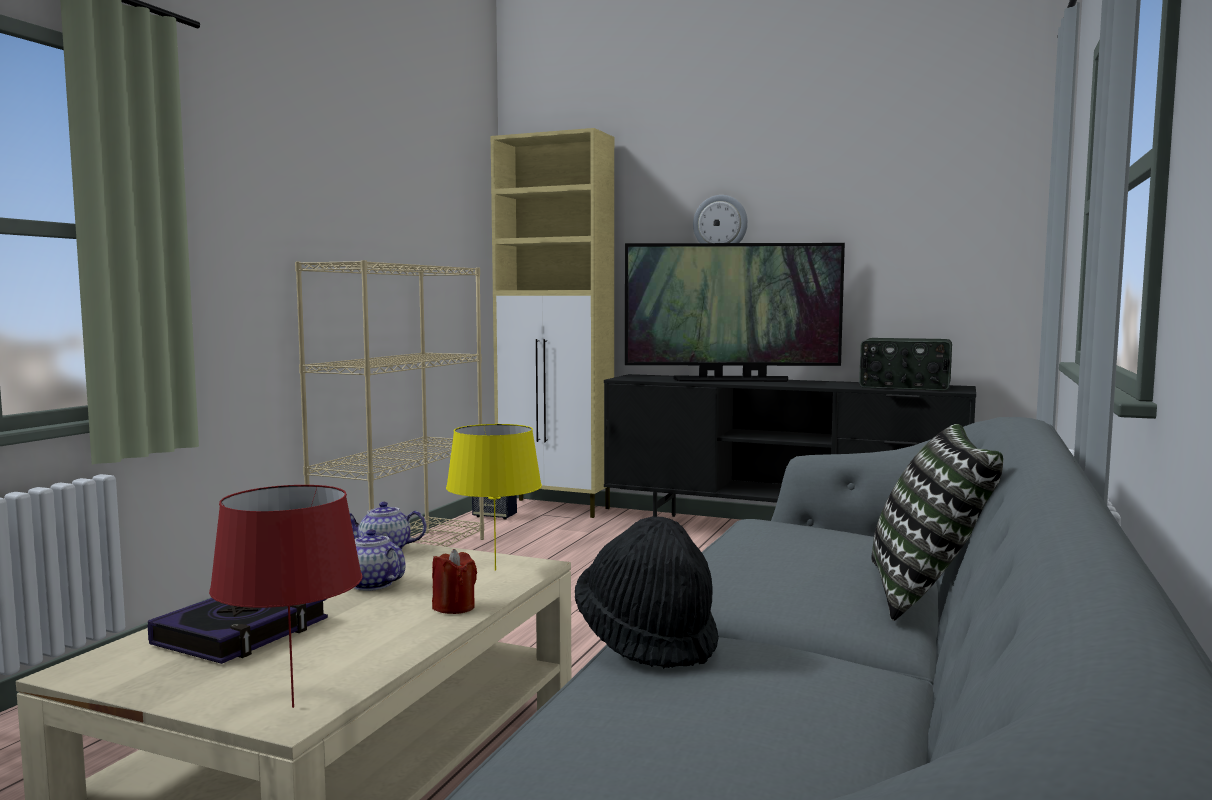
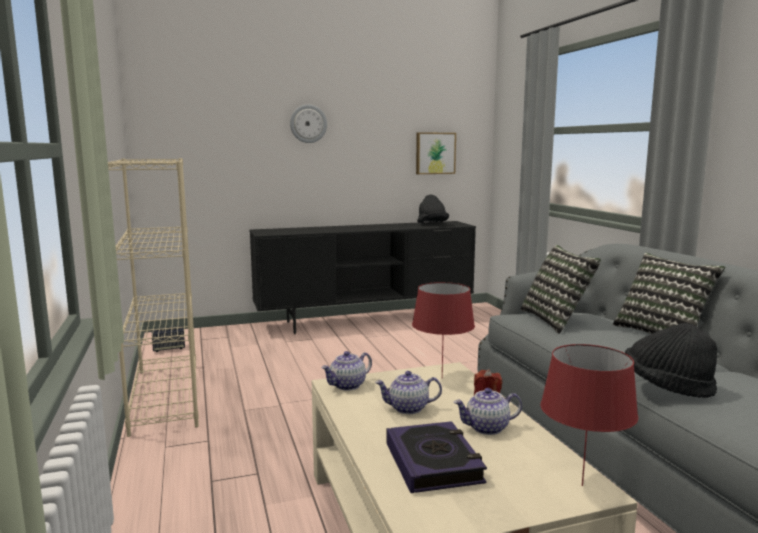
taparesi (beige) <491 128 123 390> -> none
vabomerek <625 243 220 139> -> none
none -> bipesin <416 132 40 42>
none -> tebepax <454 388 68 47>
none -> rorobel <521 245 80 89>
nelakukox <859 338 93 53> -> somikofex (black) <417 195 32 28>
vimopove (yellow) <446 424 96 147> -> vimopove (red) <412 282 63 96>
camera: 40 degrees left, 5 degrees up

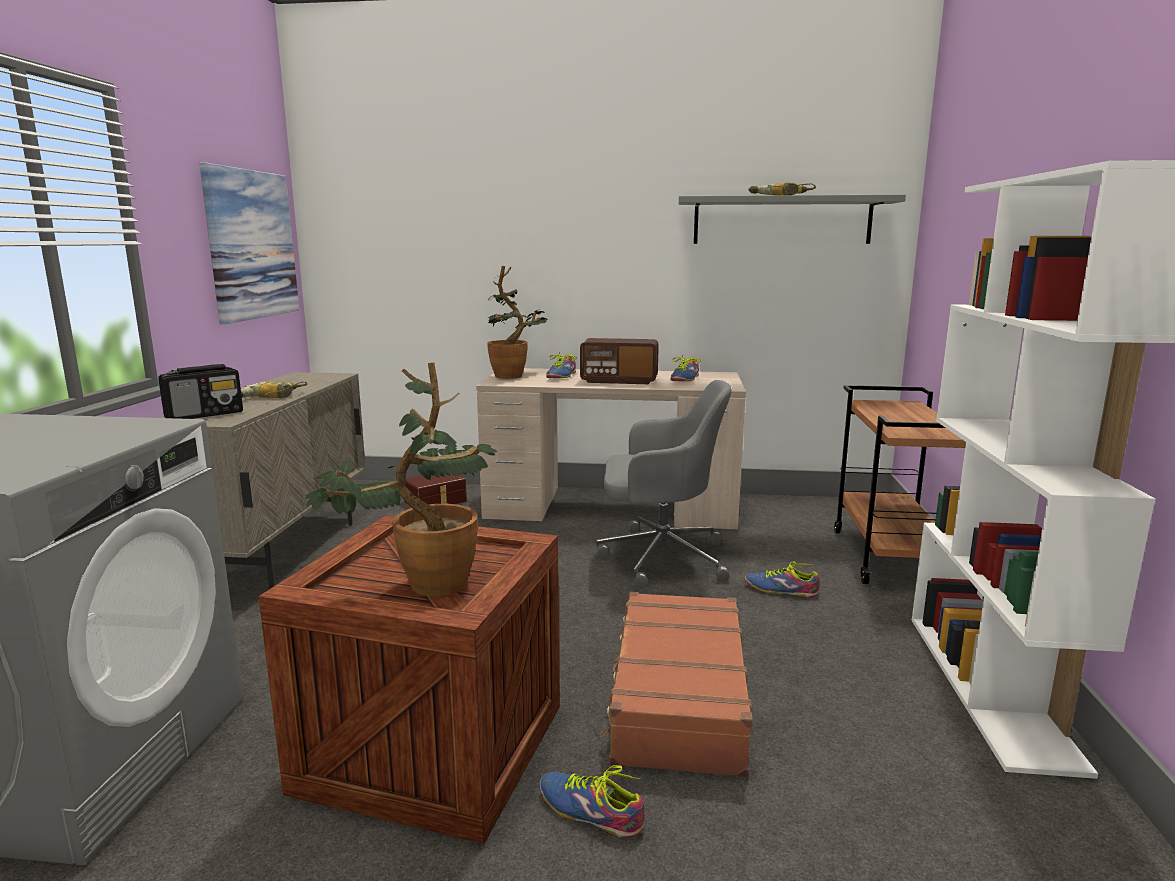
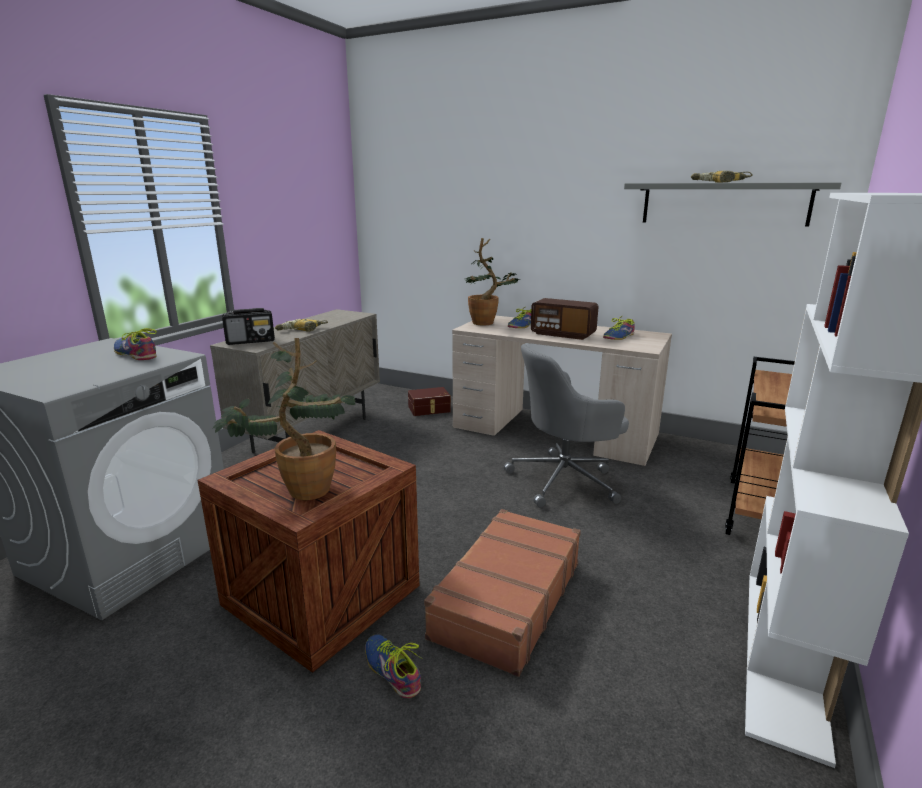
bipesin <199 163 100 161> -> none
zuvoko <745 561 75 36> -> zuvoko <114 328 43 32>, moved
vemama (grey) <596 380 136 209> -> vemama (grey) <504 344 125 163>, 135 degrees clockwise
camera: 20 degrees right, 5 degrees up

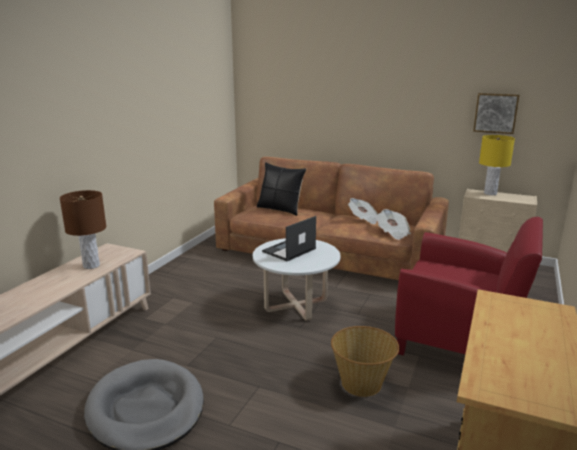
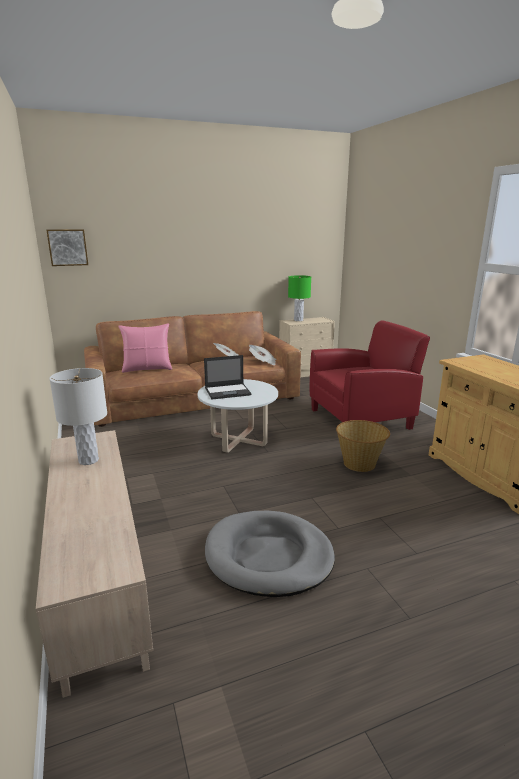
bipesin <473 93 46 41> -> bipesin <46 229 42 37>, moved
vimopove (brown) <60 190 46 79> -> vimopove (white) <49 368 58 97>
rorobel (black) <257 162 49 54> -> rorobel (pink) <119 323 53 50>
vimopove (yellow) <479 135 36 60> -> vimopove (green) <288 275 23 46>
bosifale <262 216 54 45> -> bosifale <204 355 48 44>, 105 degrees counterclockwise
camera: 45 degrees left, 0 degrees up

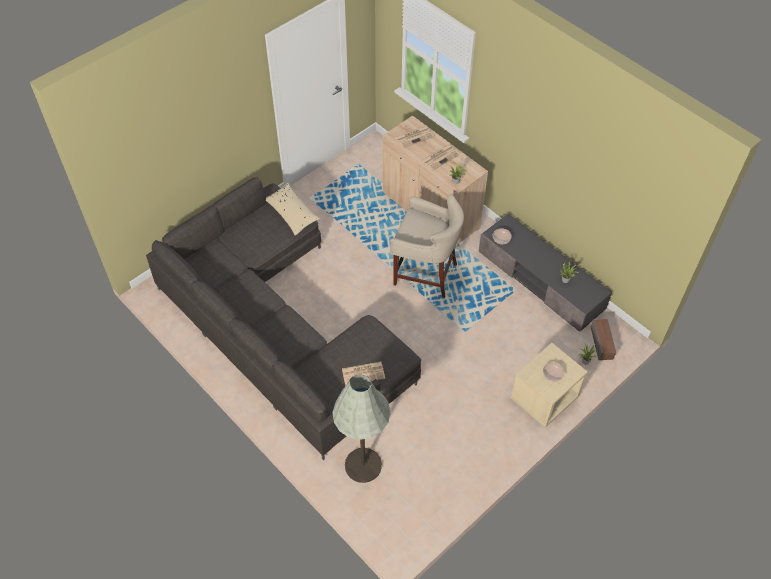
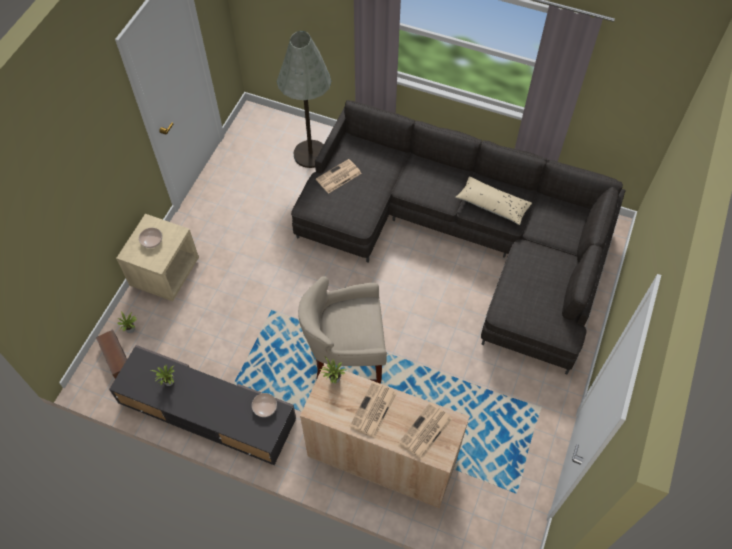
rorobel (beige) <266 183 54 53> -> rorobel (beige) <455 176 77 49>, moved
camera: 155 degrees right, 5 degrees up

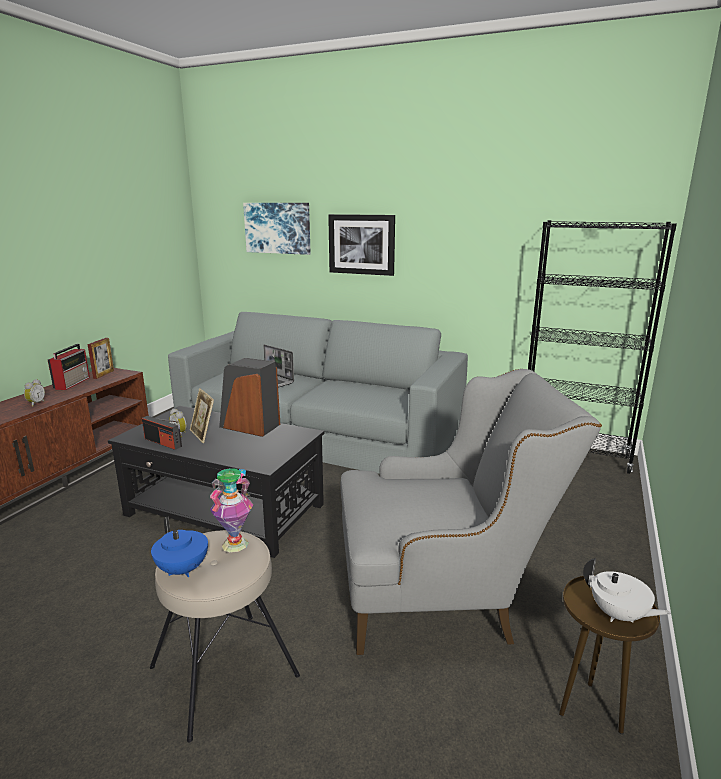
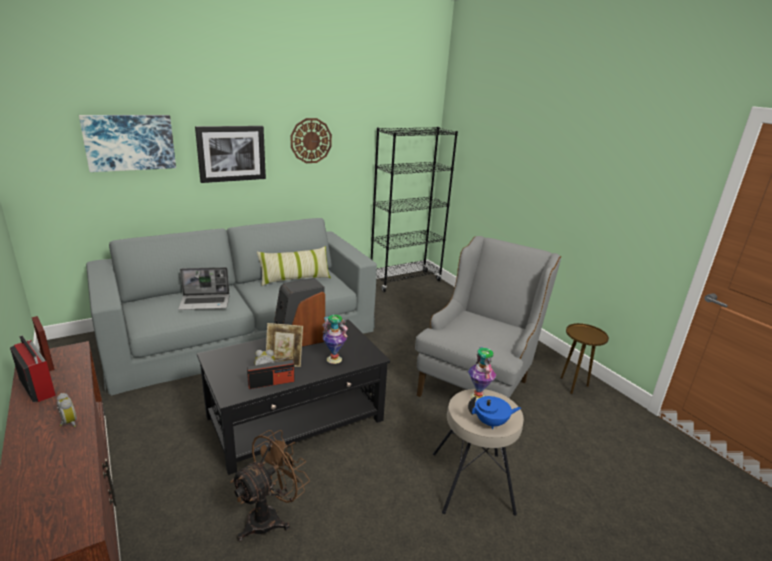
tebepax (white) <583 558 88 65> -> none
none -> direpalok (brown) <230 430 80 112>
none -> rorobel <257 246 74 40>
none -> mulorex <291 118 41 45>
none -> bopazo <322 315 26 49>
camera: 55 degrees left, 5 degrees up

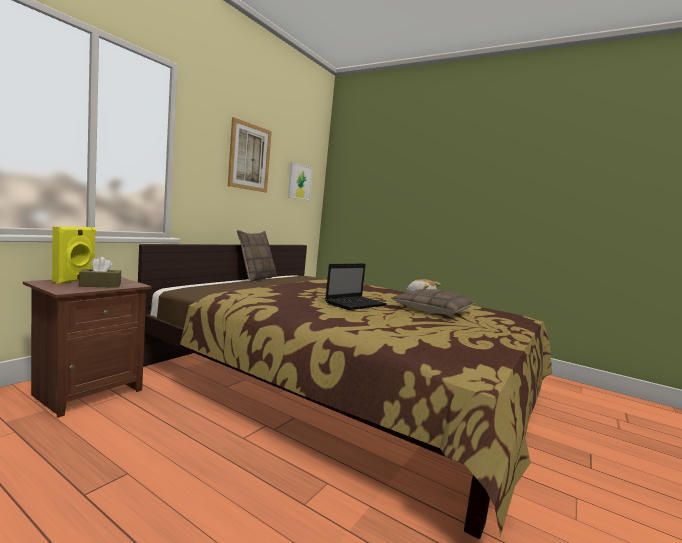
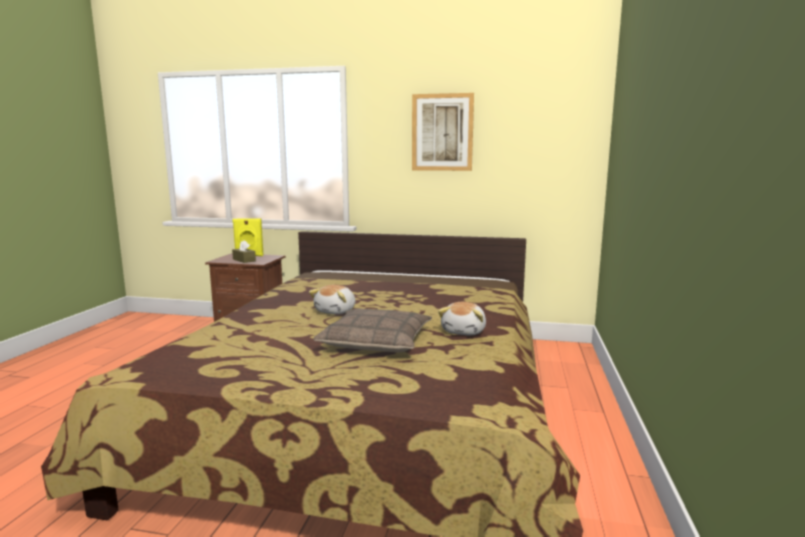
rorobel <237 230 40 52> -> none
bipesin <288 162 25 39> -> none
bosifale <325 264 62 46> -> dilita <309 285 47 29>
camera: 70 degrees right, 5 degrees up

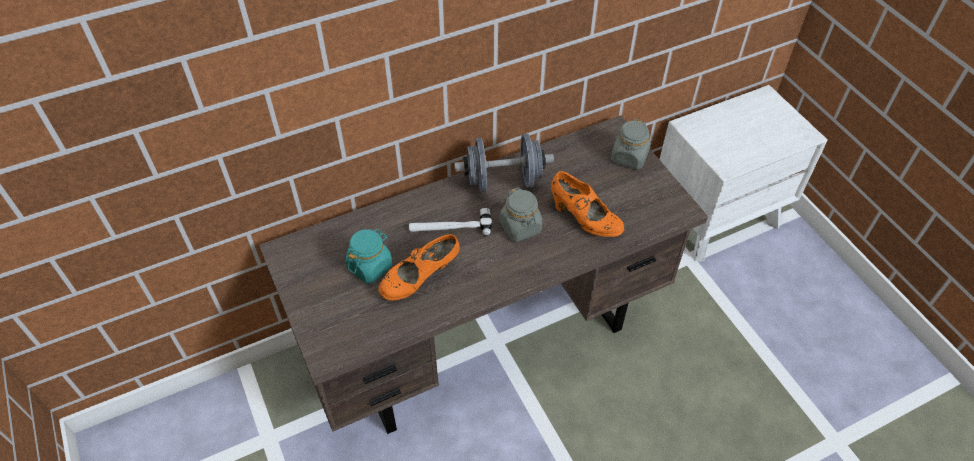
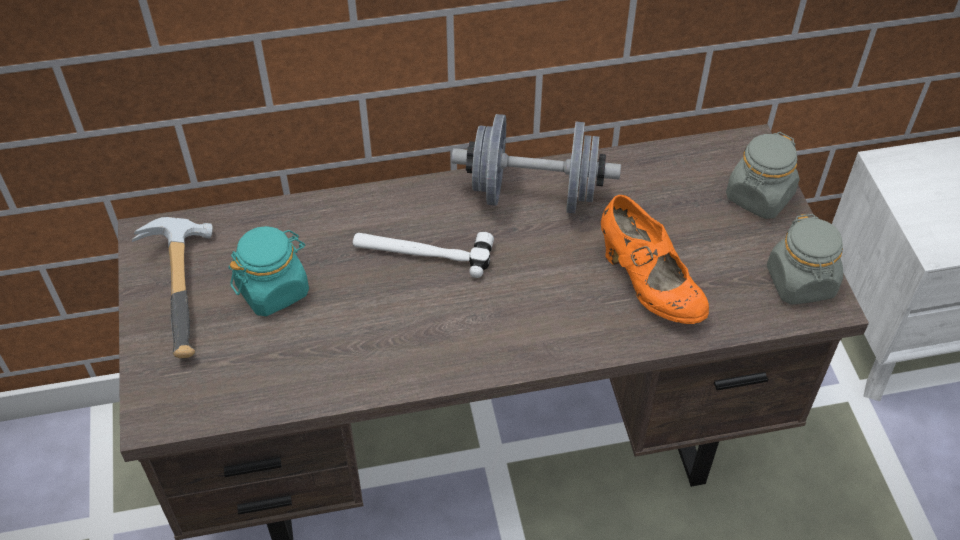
zuvoko (orange) <378 234 81 67> -> none
none -> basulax <132 217 81 141>
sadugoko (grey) <500 188 42 54> -> sadugoko (grey) <767 214 76 90>, moved
camera: 15 degrees right, 0 degrees up

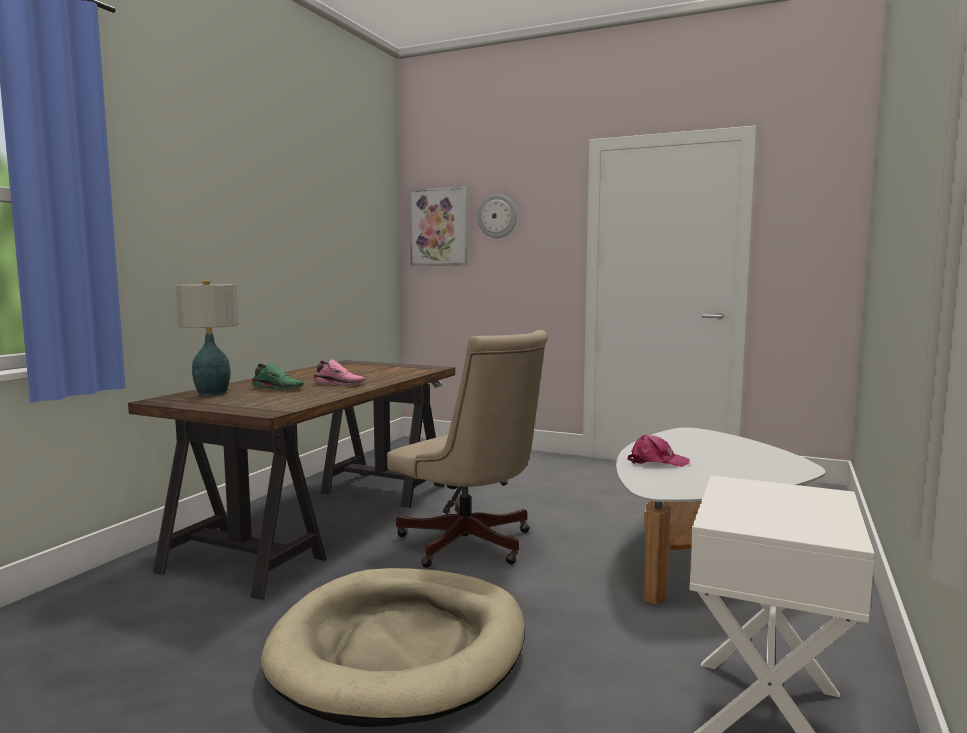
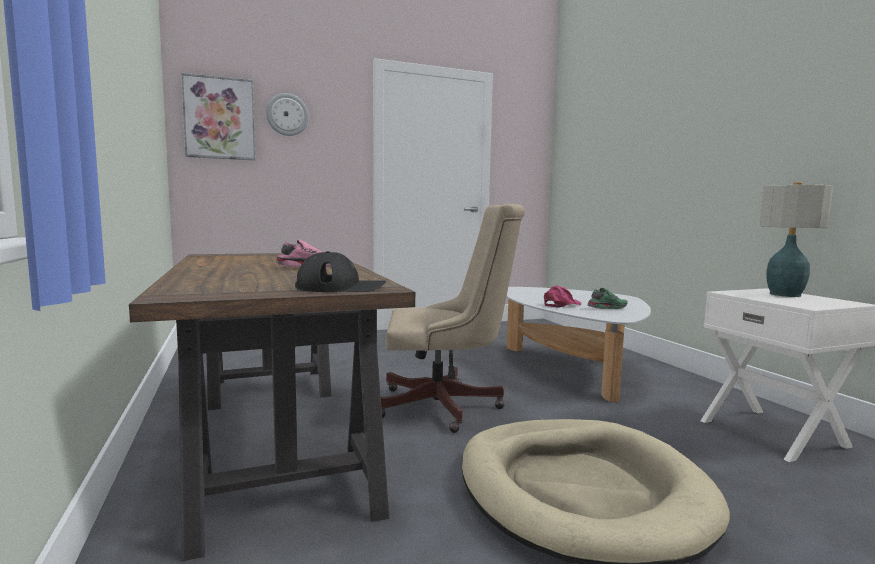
none -> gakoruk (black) <295 251 91 41>
vimopove <176 281 63 115> -> vimopove <760 182 73 115>, moved
zuvoko (green) <251 363 52 28> -> zuvoko (green) <587 288 41 21>, moved
camera: 45 degrees left, 0 degrees up

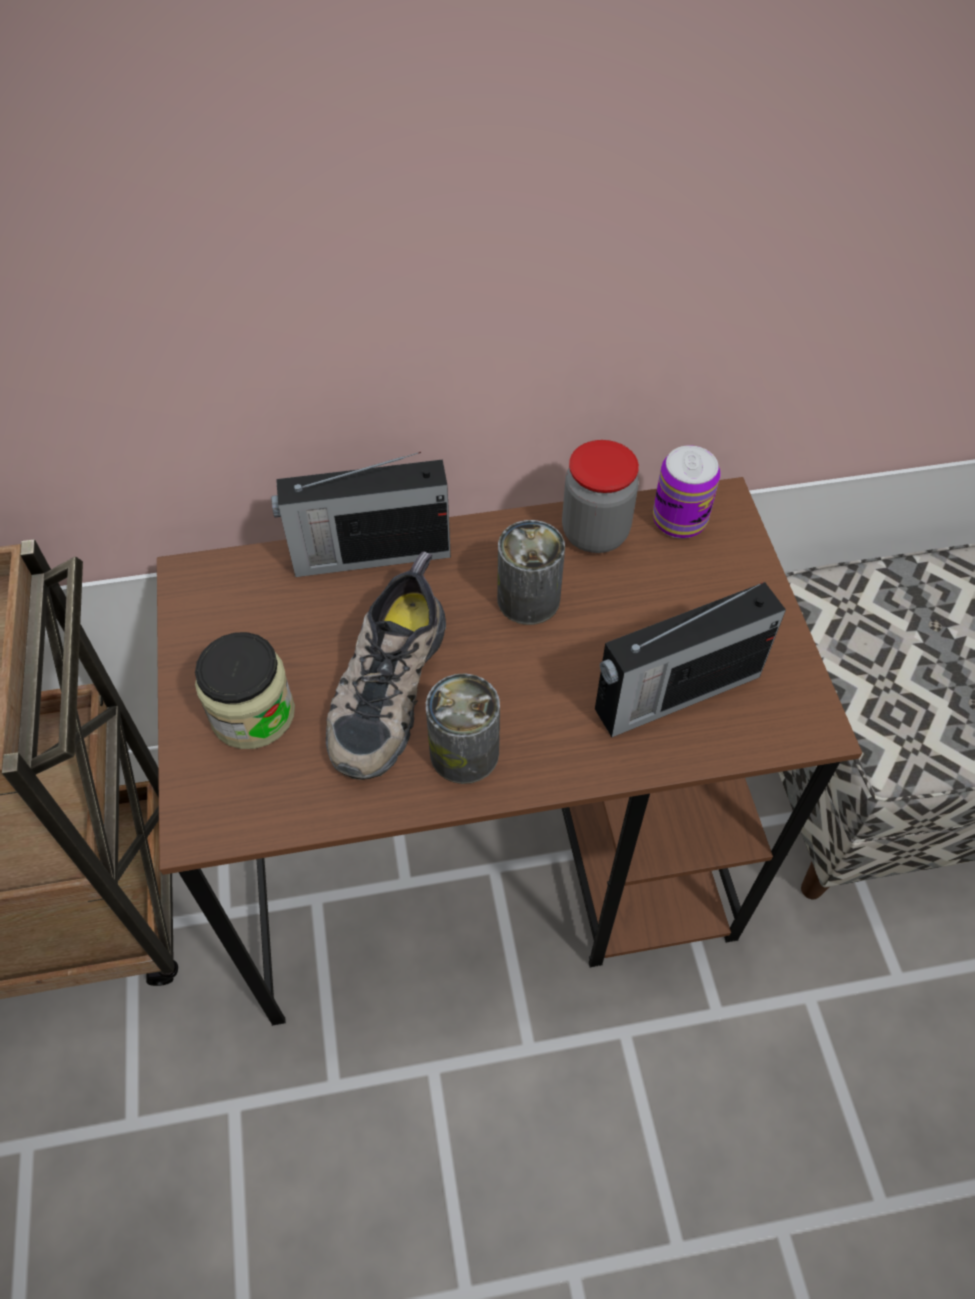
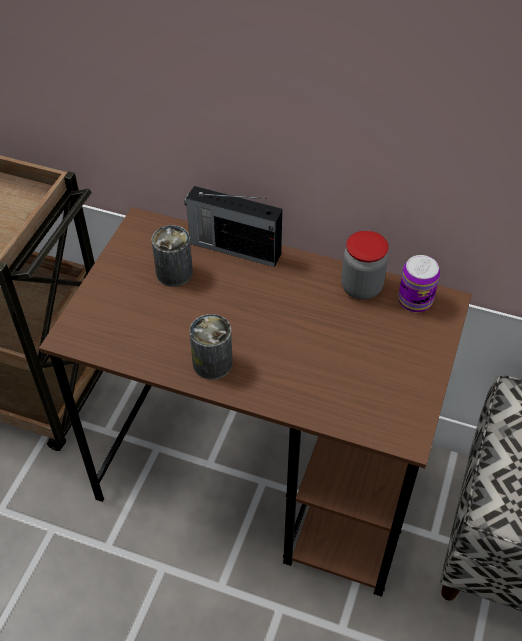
sadugoko <195 632 100 117> -> none
zuvoko <326 551 120 229> -> none
nelakukox <595 582 191 155> -> none
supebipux <497 520 68 105> -> supebipux <151 225 42 62>, moved
camera: 30 degrees right, 5 degrees down

